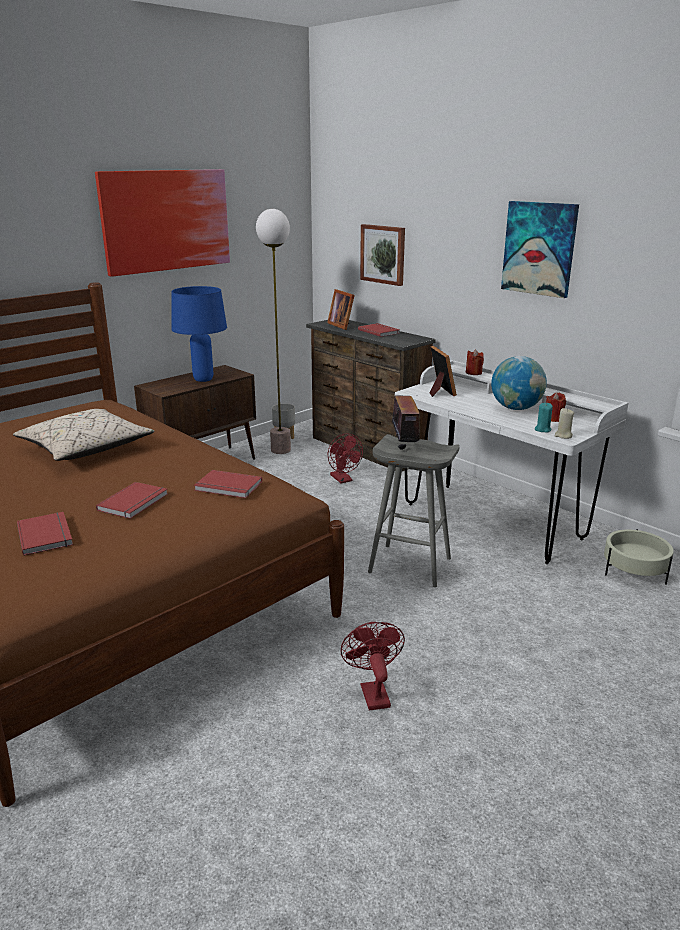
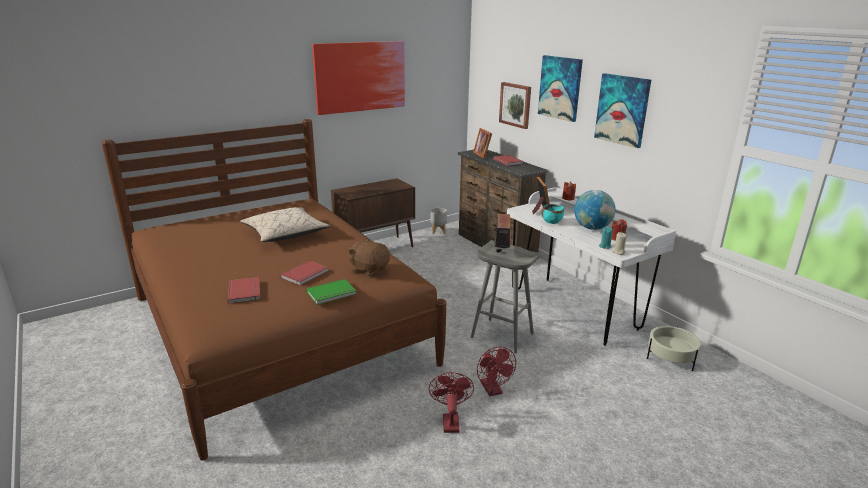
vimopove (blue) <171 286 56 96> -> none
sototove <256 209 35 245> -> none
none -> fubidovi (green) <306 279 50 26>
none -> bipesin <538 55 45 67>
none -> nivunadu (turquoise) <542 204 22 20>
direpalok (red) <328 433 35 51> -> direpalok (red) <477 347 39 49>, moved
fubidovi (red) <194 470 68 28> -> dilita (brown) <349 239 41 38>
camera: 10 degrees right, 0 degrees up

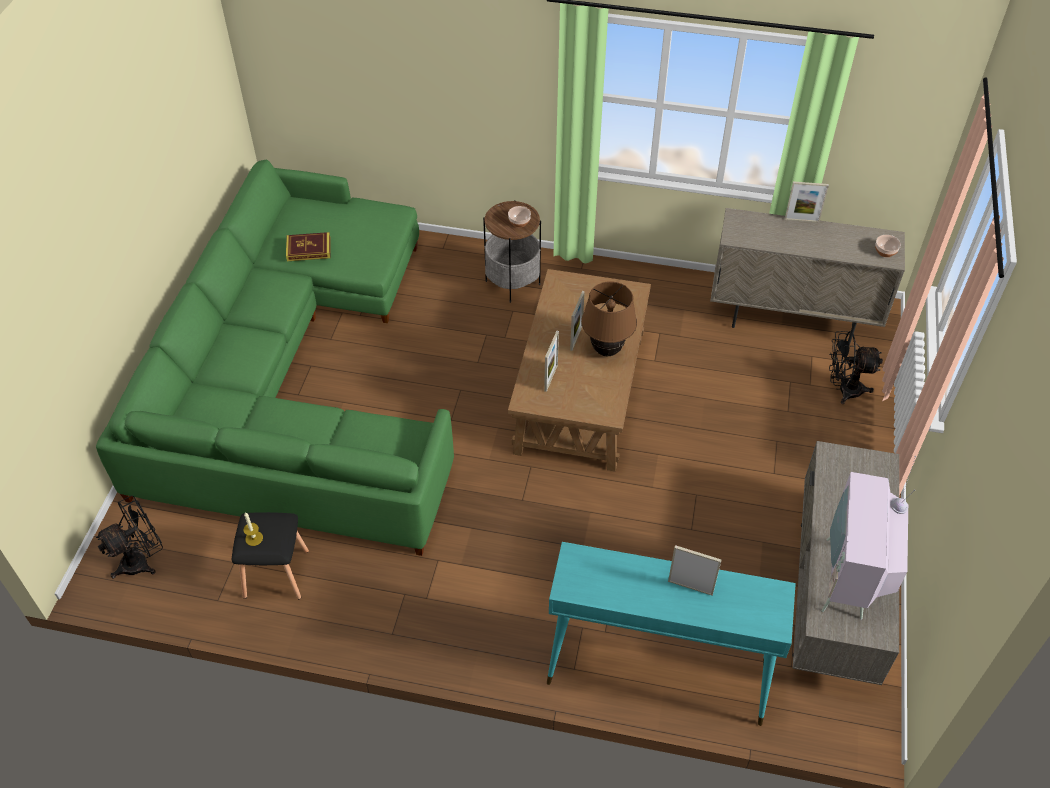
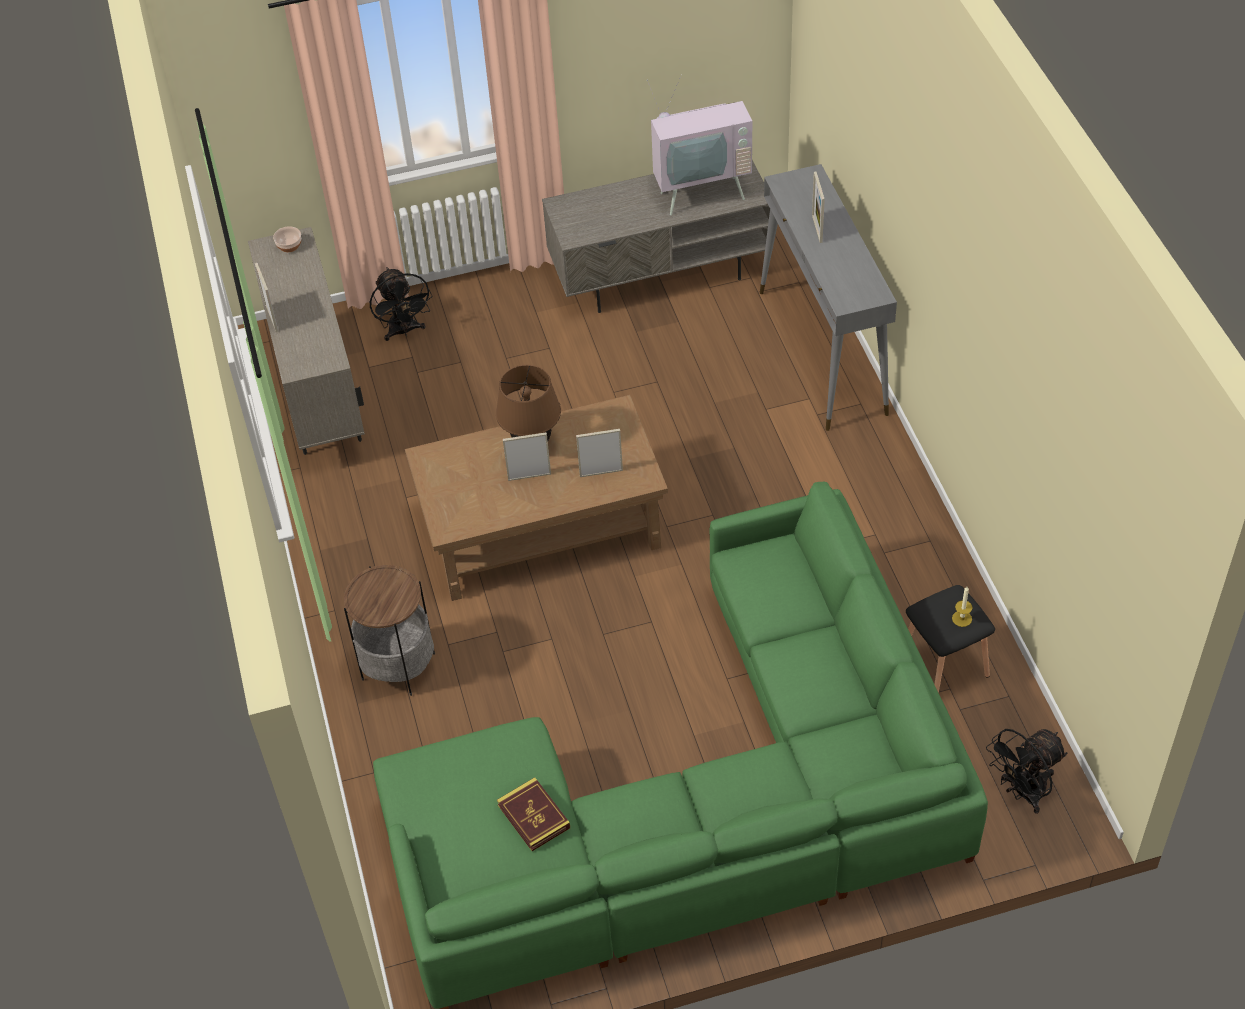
nivunadu <508 206 23 21> -> none
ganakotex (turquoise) <547 542 249 184> -> ganakotex (grey) <760 164 137 267>
direpalok (black) <96 495 67 84> -> direpalok (black) <986 729 82 85>, 60 degrees counterclockwise
camera: 115 degrees left, 0 degrees up

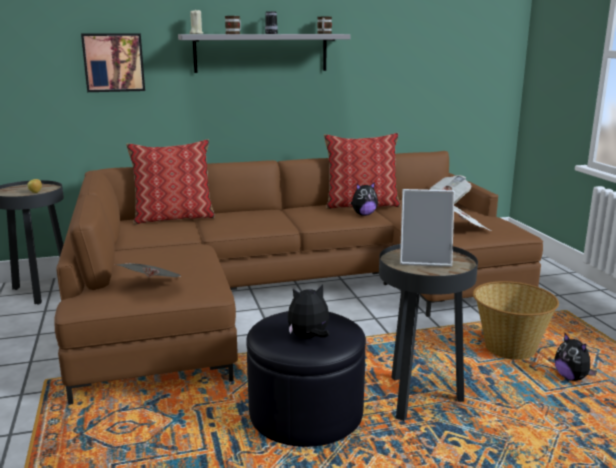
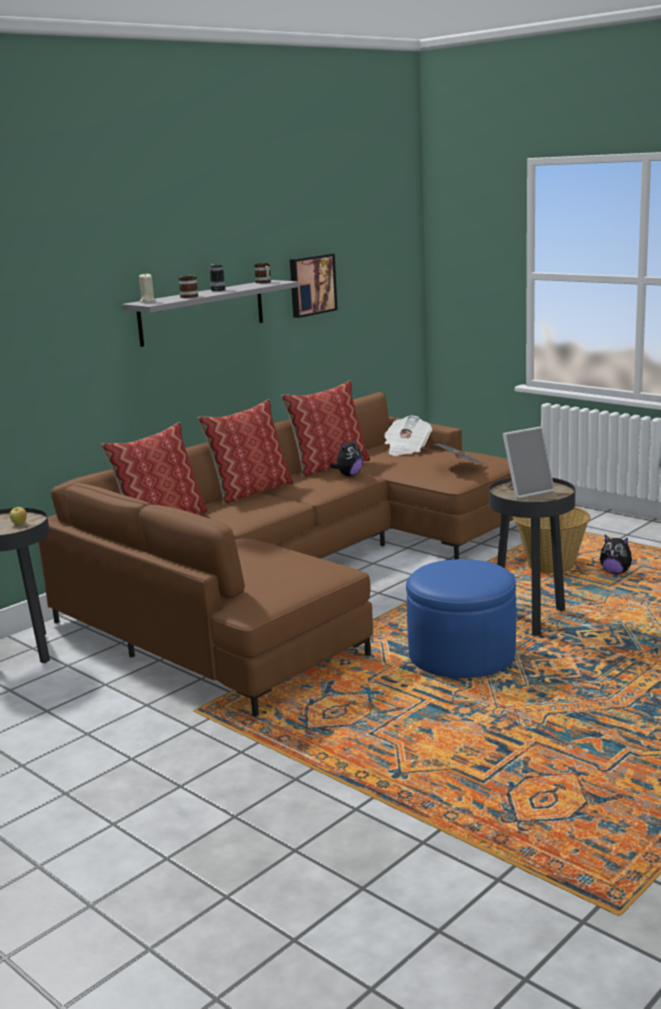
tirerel <117 263 64 14> -> none
dilita <288 285 42 53> -> none
none -> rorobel <197 399 96 106>
bipesin <81 33 64 59> -> bipesin <290 254 48 64>, moved
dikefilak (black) <246 311 120 136> -> dikefilak (blue) <406 559 110 119>
camera: 30 degrees left, 0 degrees up

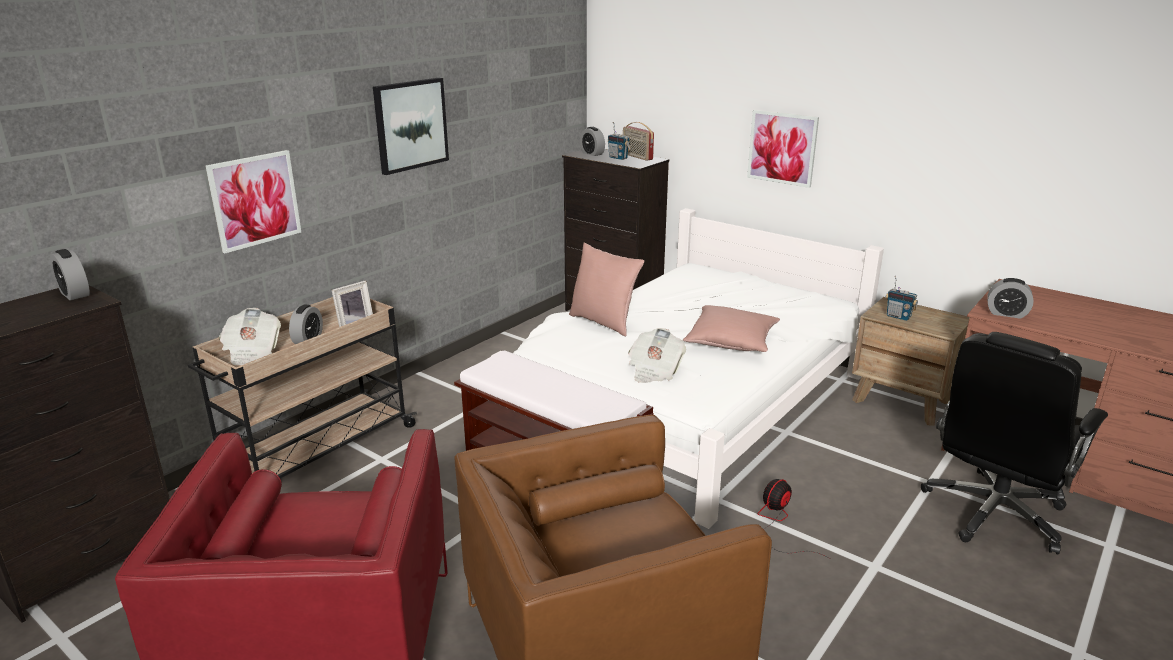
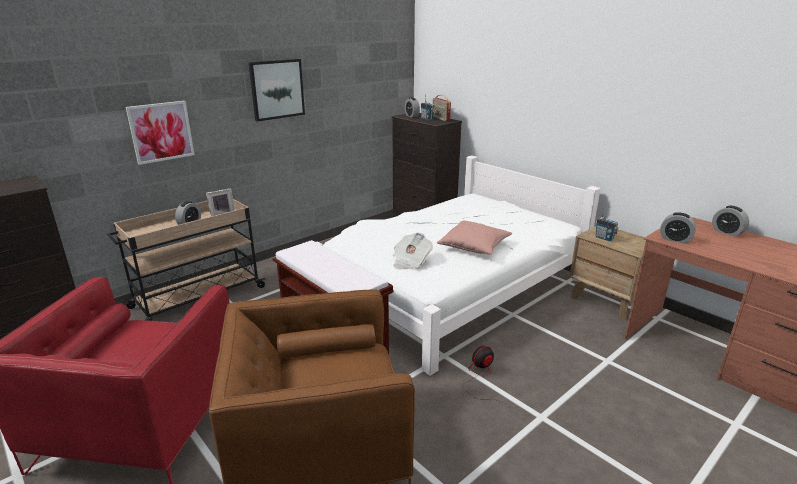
tirerel <219 308 62 58> -> none
rorobel (pink) <569 242 76 94> -> none
bipesin <747 110 72 78> -> none
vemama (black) <921 332 187 222> -> none
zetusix <50 249 40 52> -> zetusix <712 206 37 31>, moved
camera: 10 degrees right, 0 degrees up

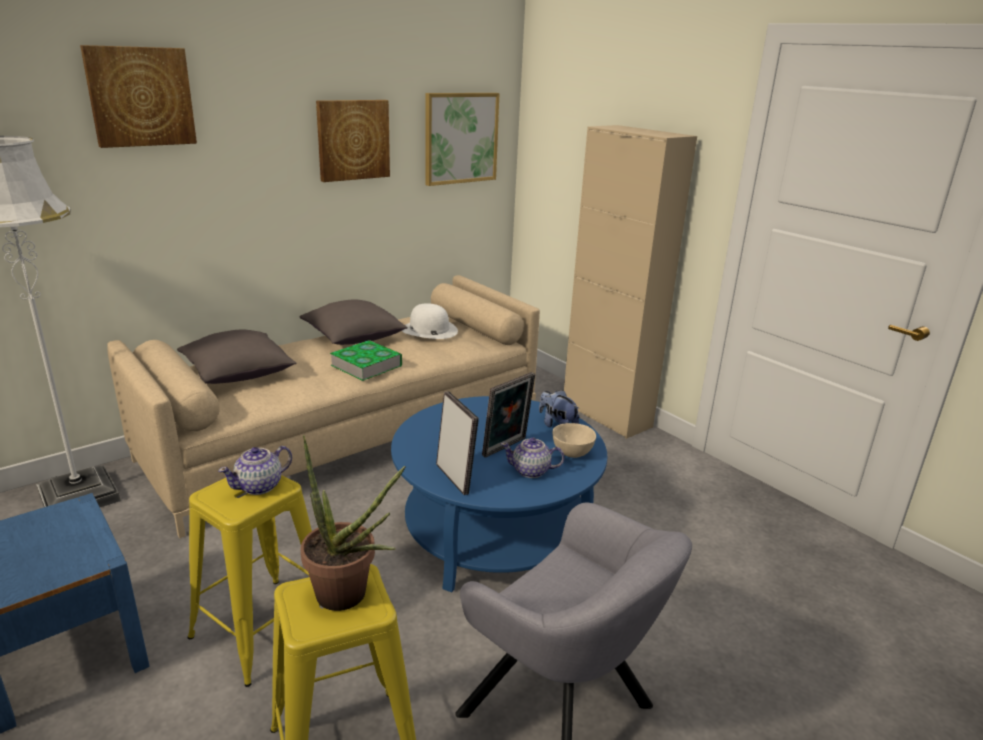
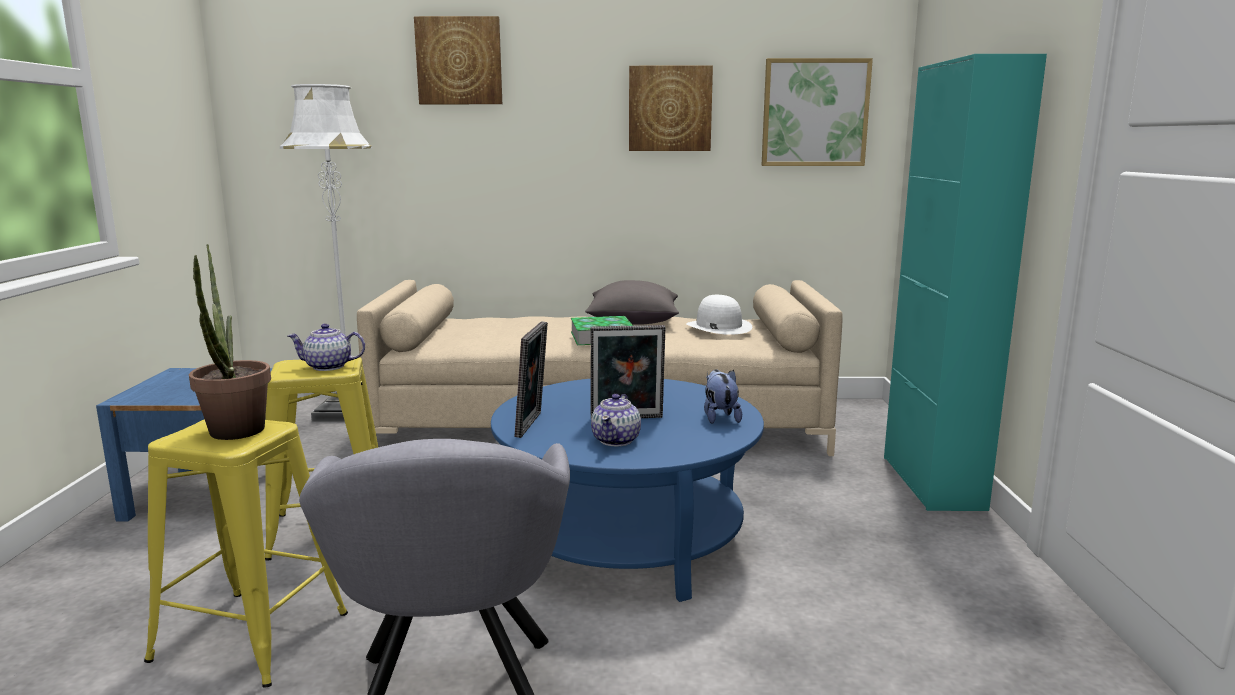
rorobel (grey) <177 330 119 54> -> none
nivunadu (beige) <552 423 44 35> -> none
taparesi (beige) <564 125 133 314> -> taparesi (turquoise) <884 54 163 457>
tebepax <501 438 63 40> -> tebepax <591 394 50 52>, 120 degrees counterclockwise
camera: 40 degrees right, 10 degrees down

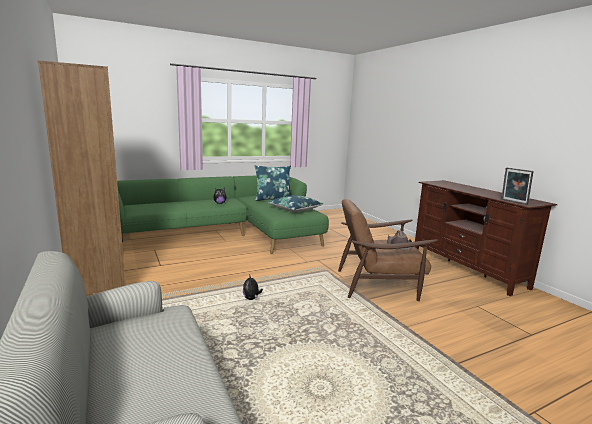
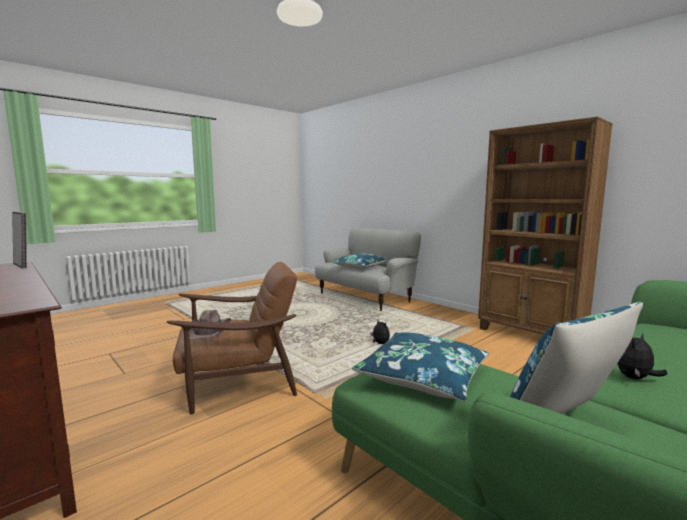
none -> rorobel (blue) <332 253 56 16>
camera: 165 degrees right, 5 degrees down

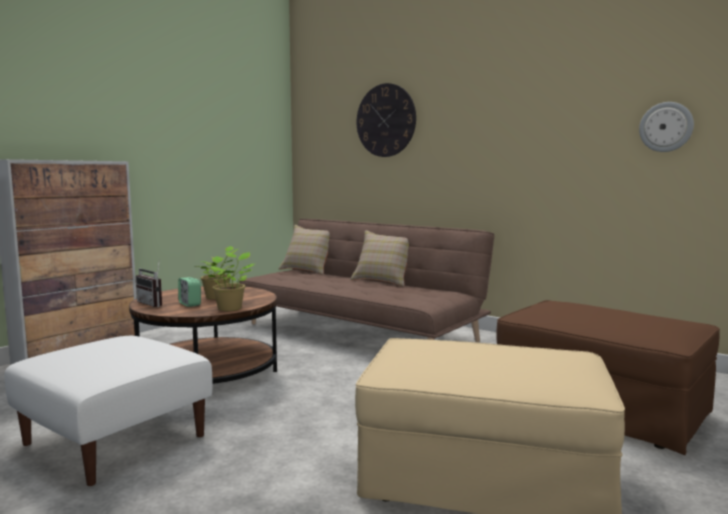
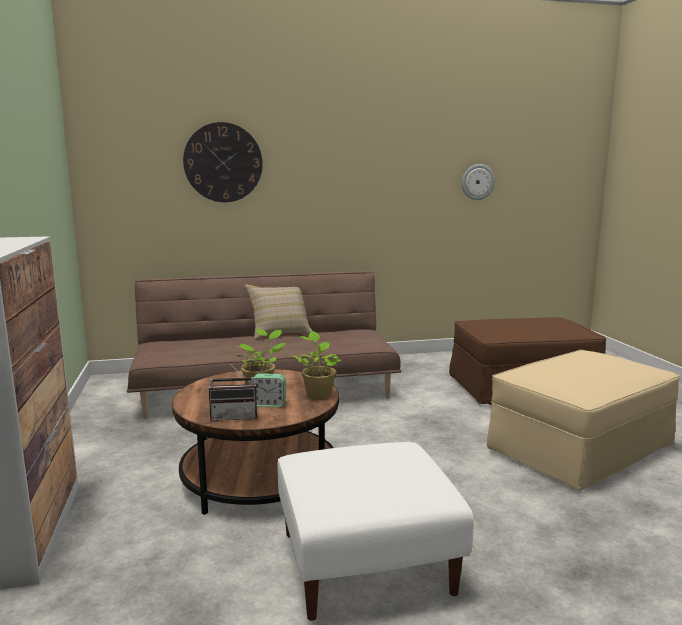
rorobel (beige) <279 225 51 50> -> none
camera: 50 degrees left, 5 degrees up

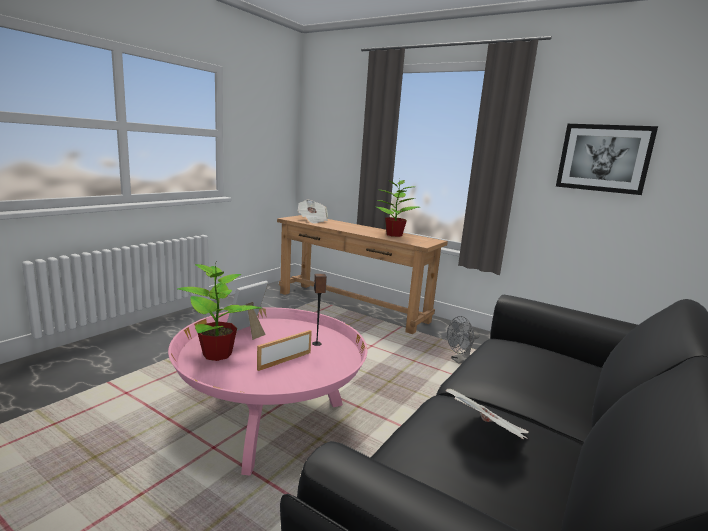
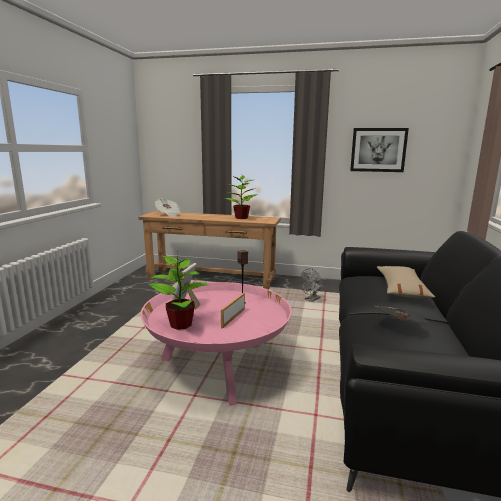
none -> rorobel (beige) <377 266 58 32>
camera: 20 degrees left, 0 degrees up

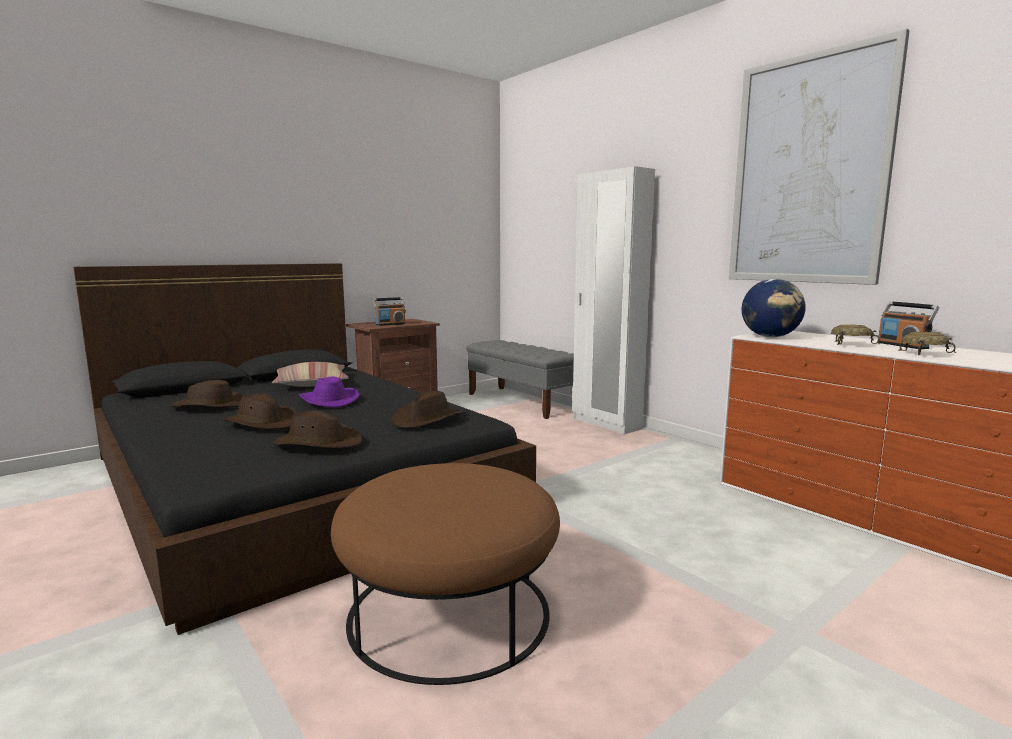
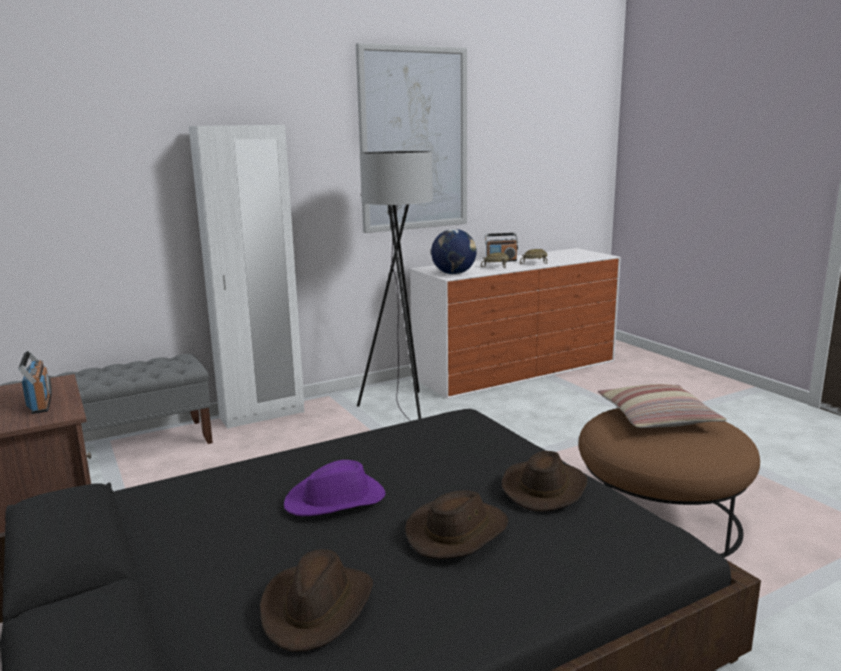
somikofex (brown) <392 391 71 37> -> none
none -> sototove (grey) <357 151 76 270>
rorobel <272 362 77 25> -> rorobel <598 384 129 44>, moved
camera: 80 degrees left, 5 degrees up

